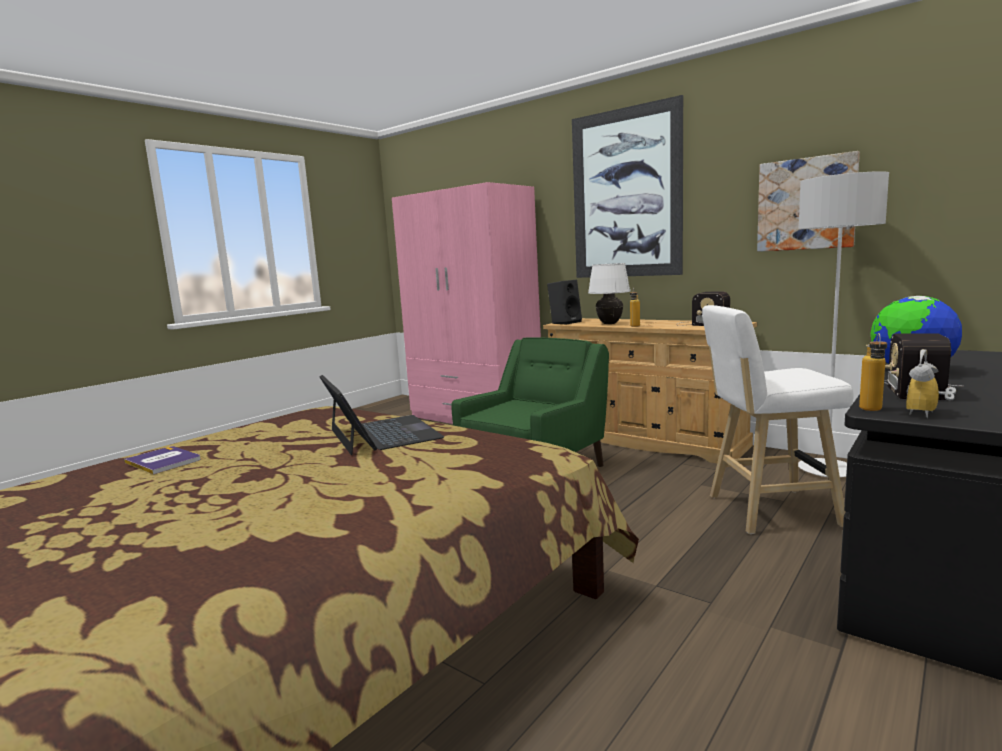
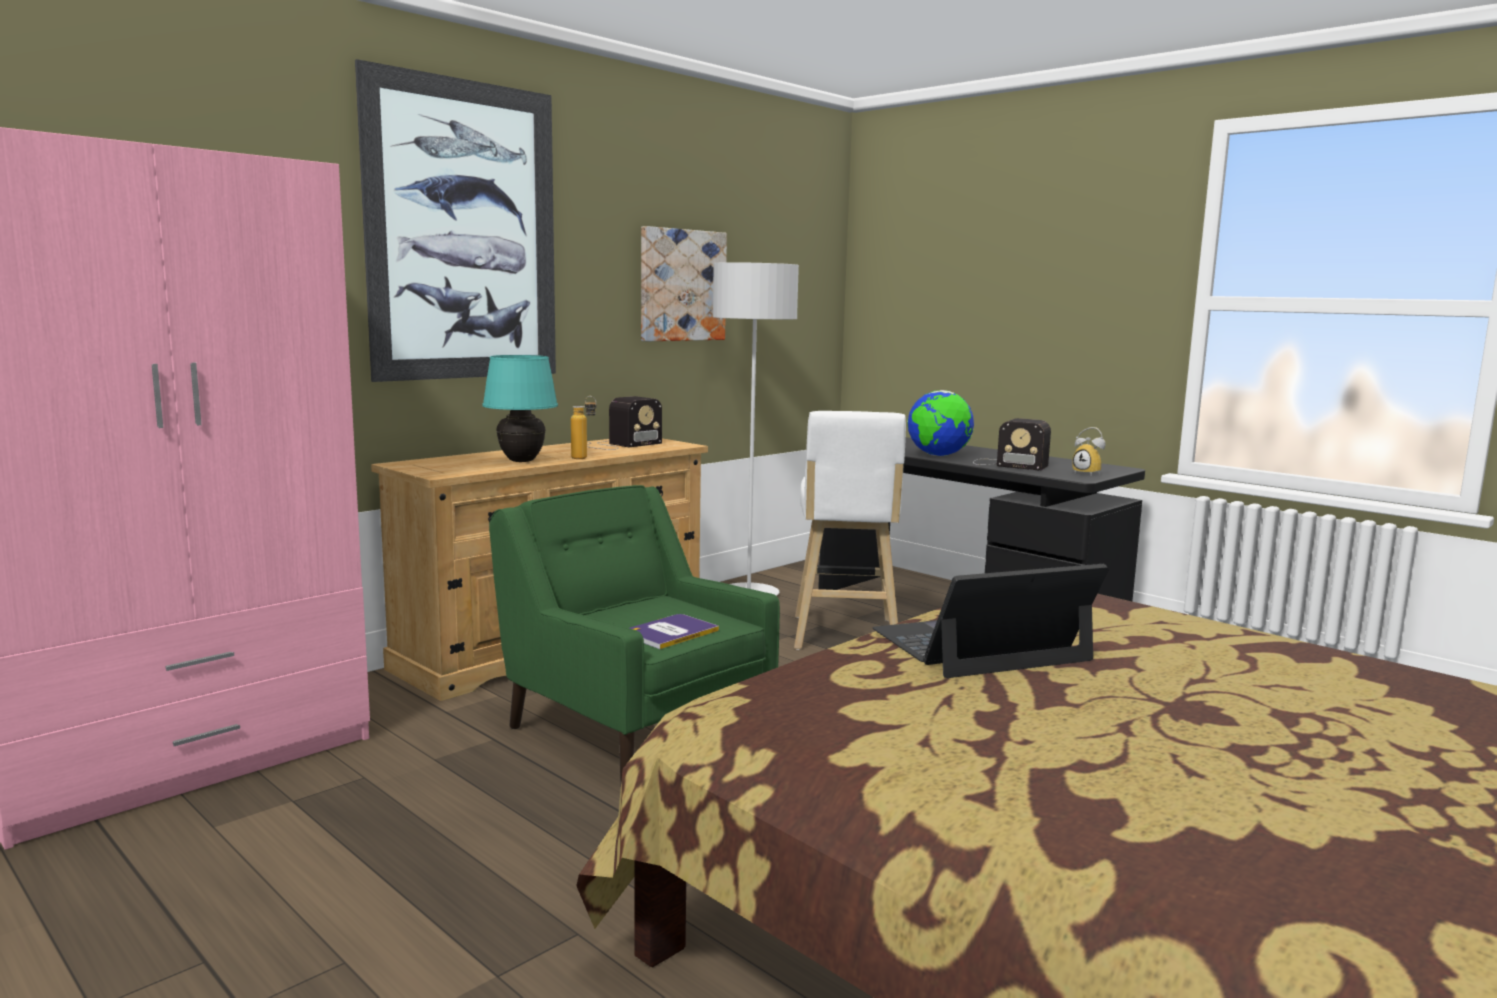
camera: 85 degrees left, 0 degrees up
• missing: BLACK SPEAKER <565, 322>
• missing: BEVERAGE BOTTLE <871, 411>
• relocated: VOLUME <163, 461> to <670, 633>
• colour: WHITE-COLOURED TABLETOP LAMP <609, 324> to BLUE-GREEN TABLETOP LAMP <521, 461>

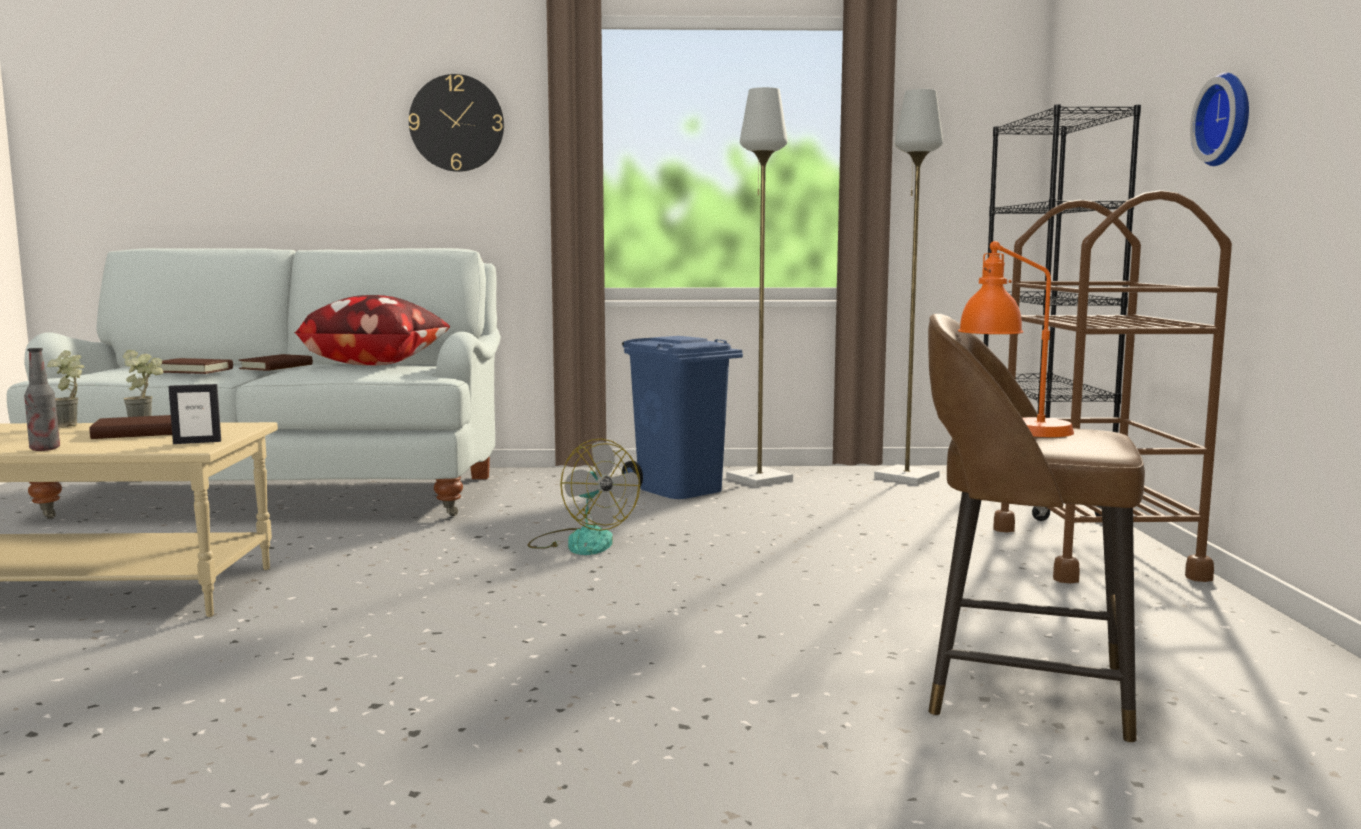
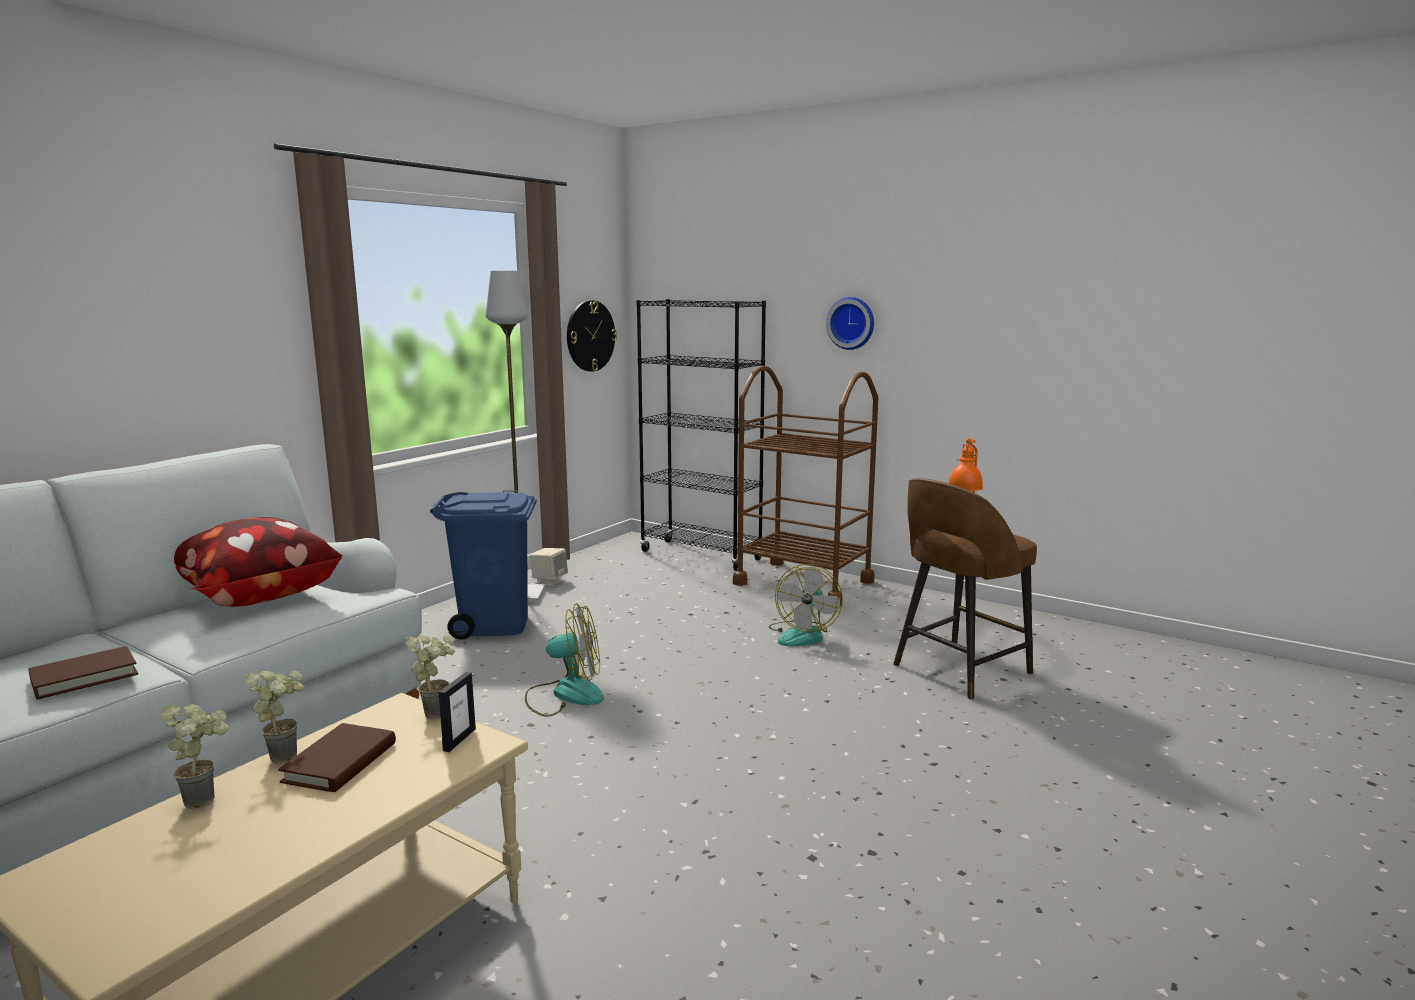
camera: 55 degrees left, 5 degrees up
• missing: BEVERAGE BOTTLE <45, 449>
• missing: BROWN VOLUME <276, 367>
• missing: GRAY FLOOR LAMP <905, 477>
• appeared: HOUSEPLANT <438, 711>
• appeared: BEIGE SPEAKER <549, 581>
• appeared: FAN <803, 634>
• relocated: WALL CLOCK <457, 123> to <590, 336>

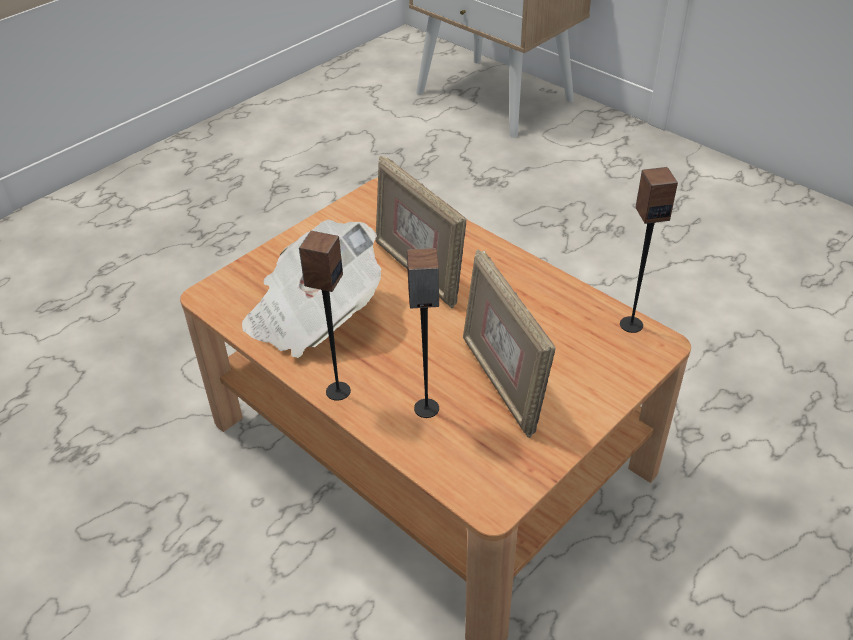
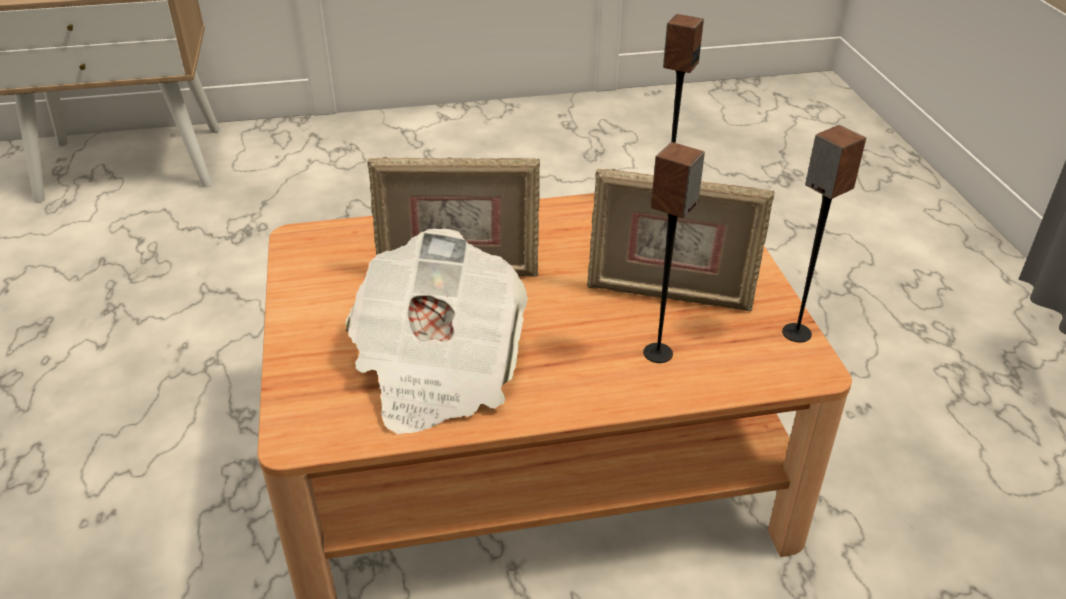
camera: 55 degrees left, 5 degrees down
• relocated: SPEAKER <337, 391> to <796, 333>

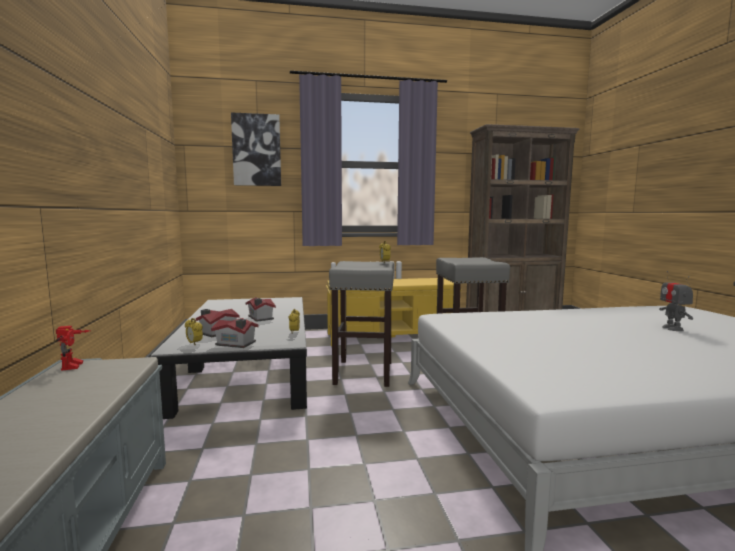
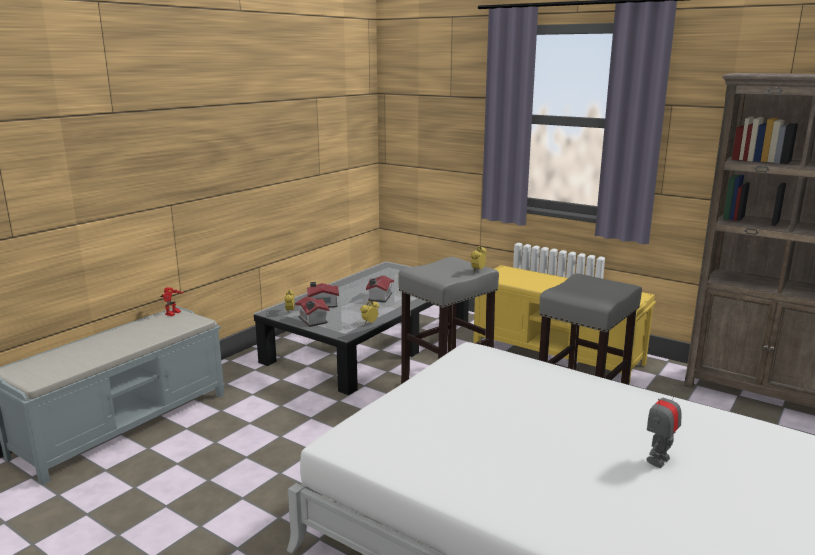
camera: 45 degrees right, 10 degrees up
• missing: WALL ART <256, 150>

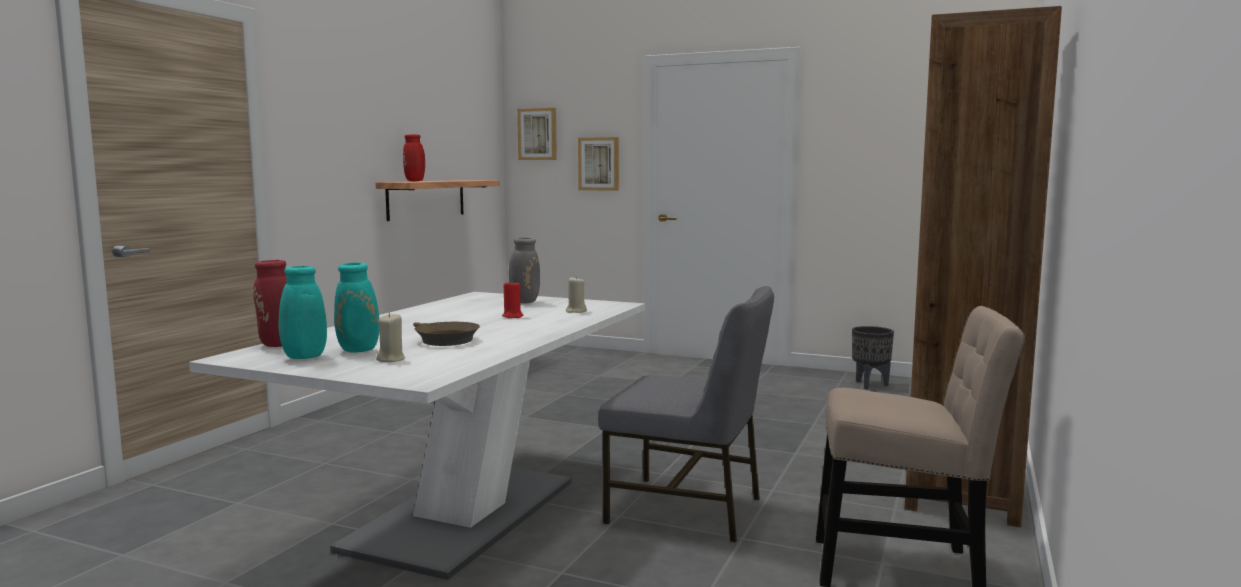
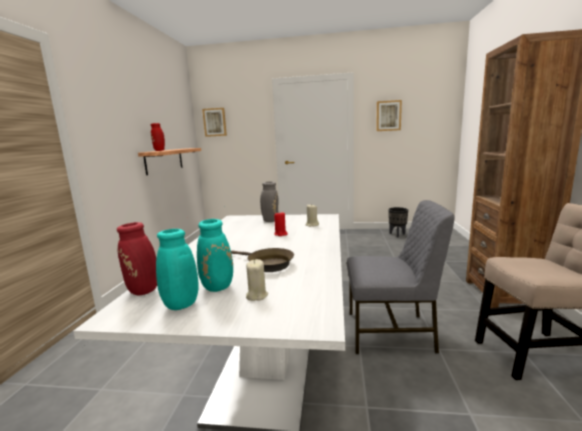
camera: 15 degrees left, 5 degrees up
• relocated: WALL ART <599, 164> to <388, 116>

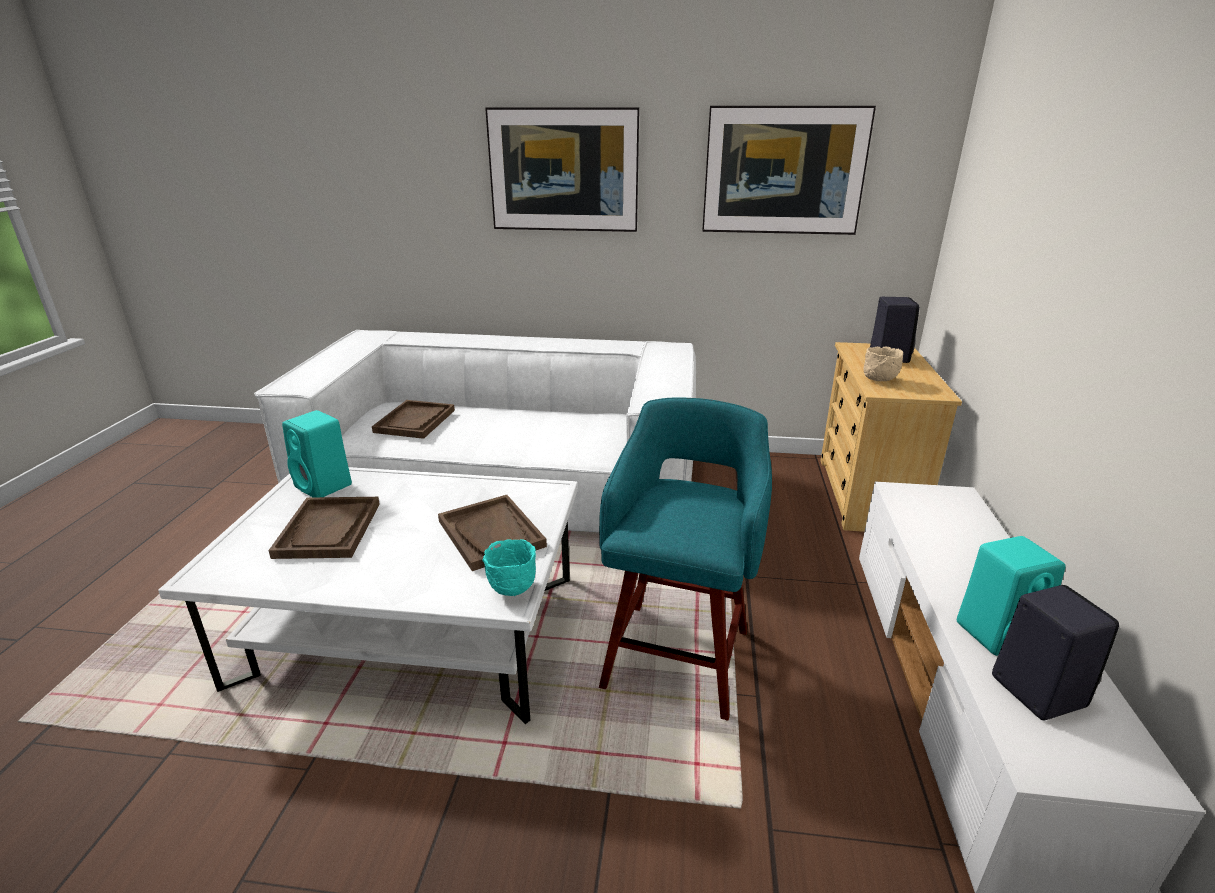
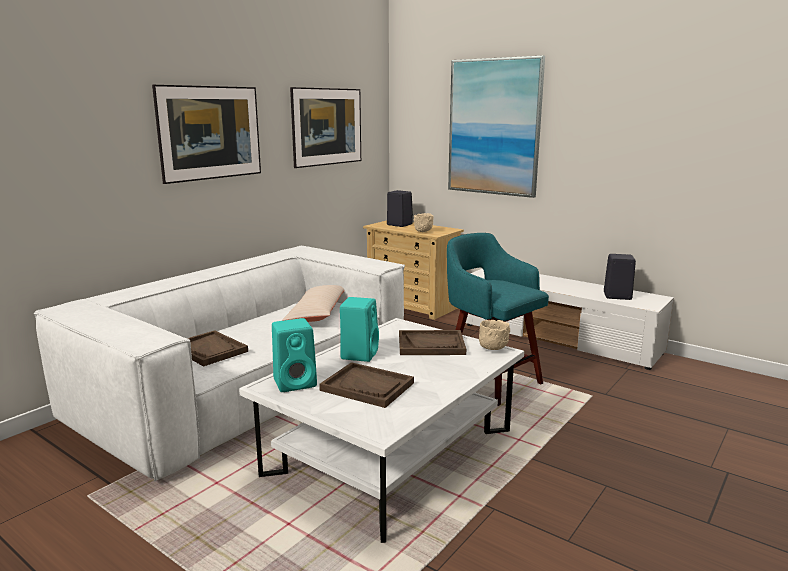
camera: 60 degrees left, 10 degrees down
• appeared: BEIGE THROW PILLOW <317, 313>
• appeared: WALL ART <494, 127>
• relocated: BLUE-GREEN SPEAKER <998, 632> to <359, 354>
• colour: BLUE-GREEN DEEP DISH <511, 589> to BEIGE DEEP DISH <492, 349>

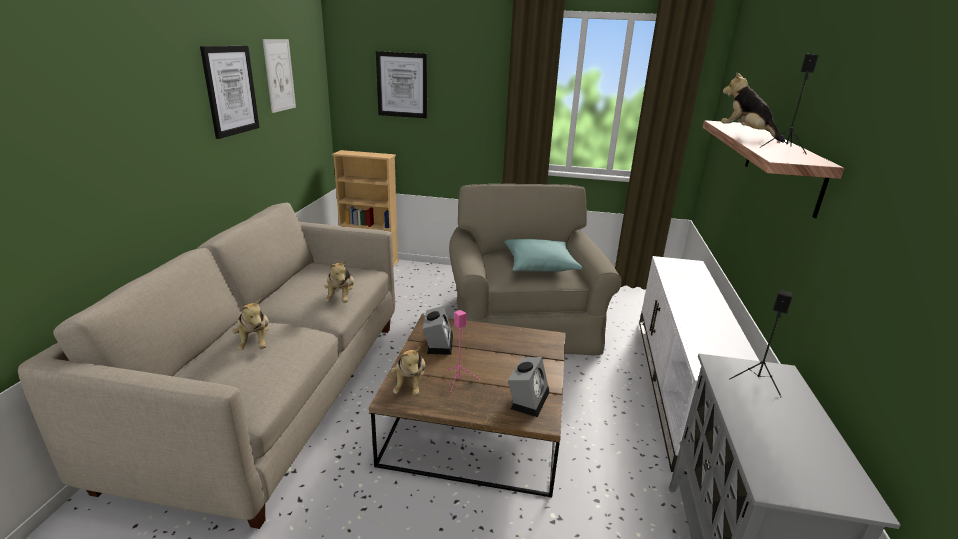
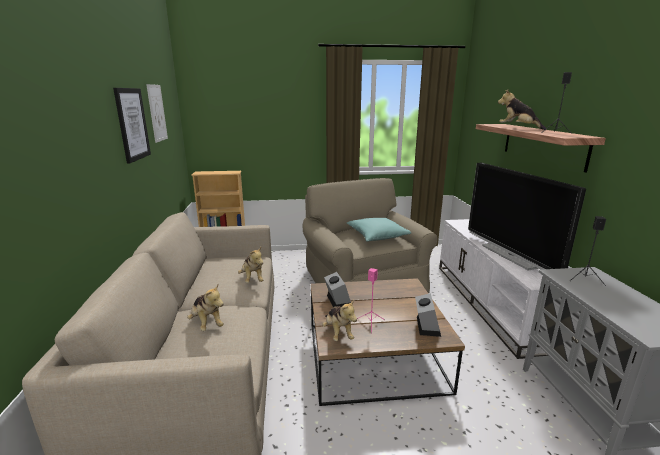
camera: 15 degrees left, 5 degrees down
• missing: WALL ART <402, 85>
• appeared: TV SET <511, 256>

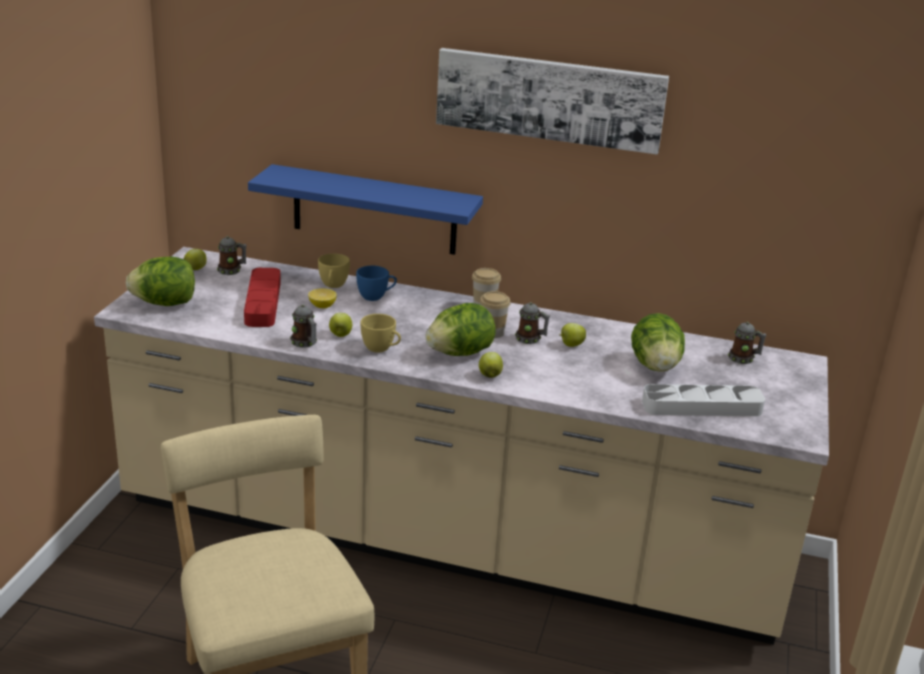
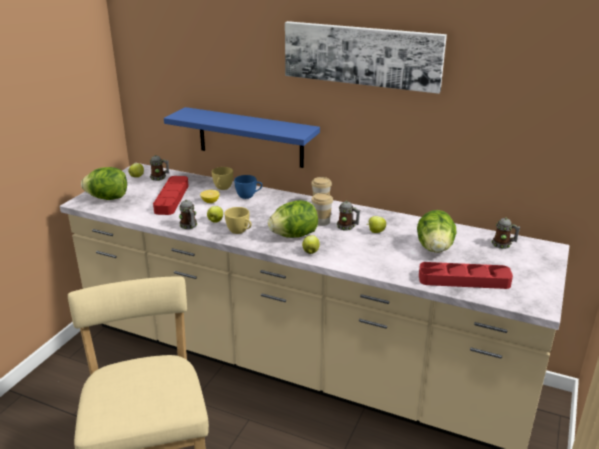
camera: 10 degrees right, 0 degrees up
• colour: WHITE-COLOURED TRAY <701, 406> to RED TRAY <464, 280>

